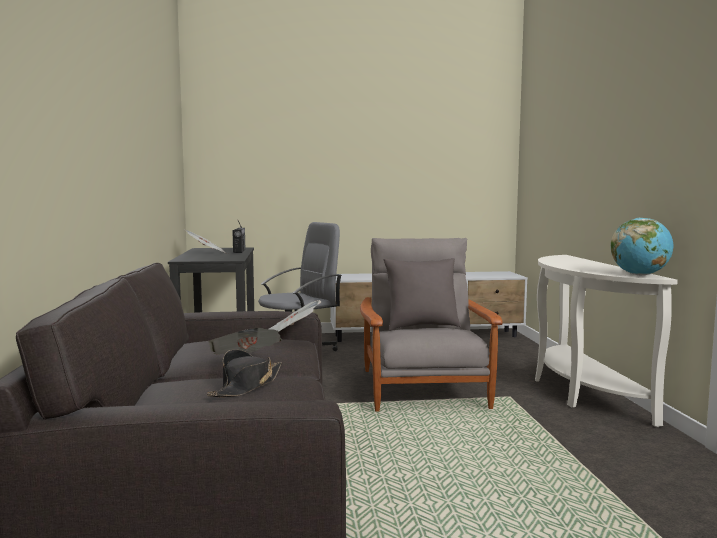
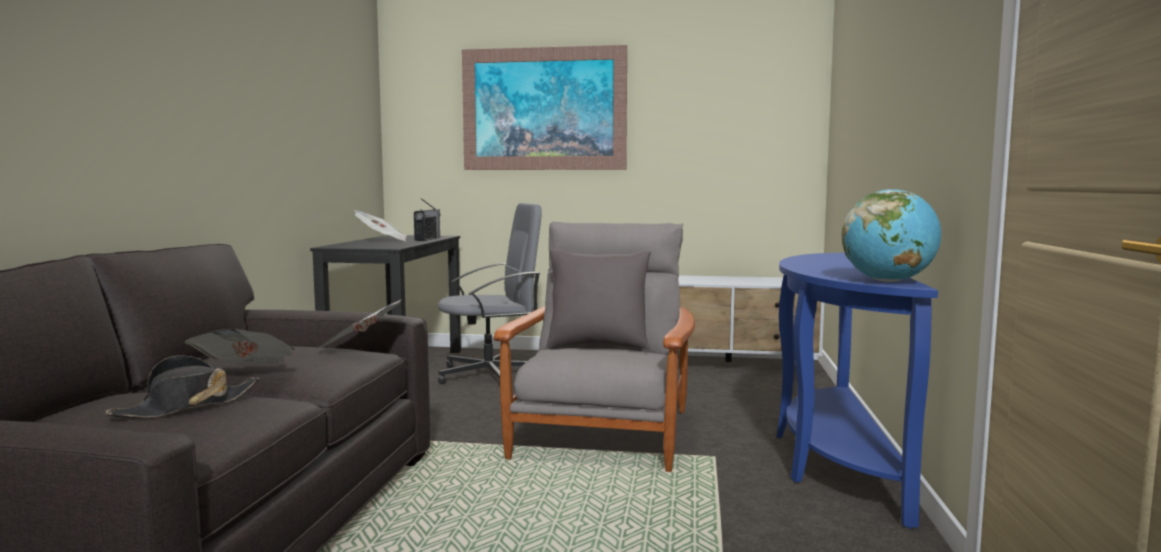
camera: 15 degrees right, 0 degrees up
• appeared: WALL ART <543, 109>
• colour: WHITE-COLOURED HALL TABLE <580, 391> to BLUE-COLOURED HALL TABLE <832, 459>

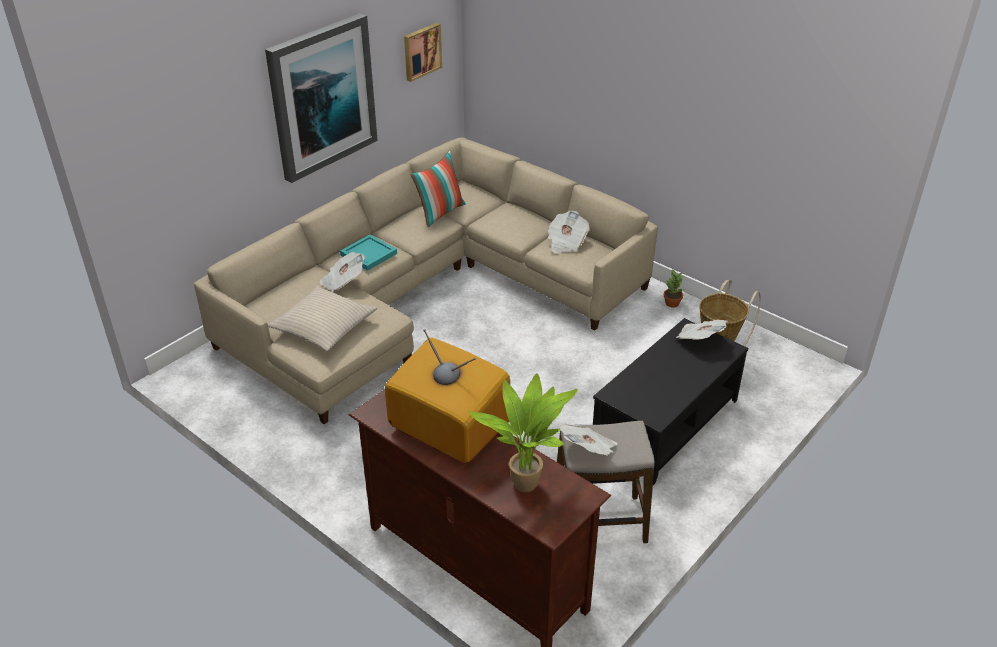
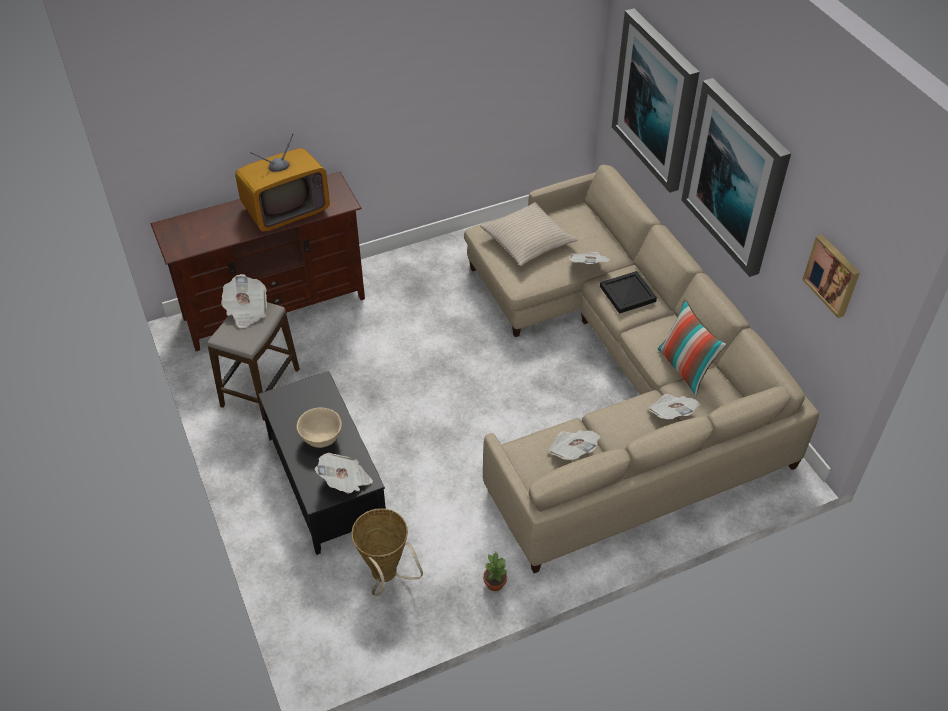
camera: 115 degrees right, 10 degrees up
• missing: HOUSEPLANT <526, 482>
• appeared: BEIGE DEEP DISH <321, 439>
• appeared: WALL ART <656, 100>
• appeared: PRINTED PAPER <671, 414>
• colour: BLUE-GREEN TRAY <367, 254> to BLACK TRAY <628, 293>

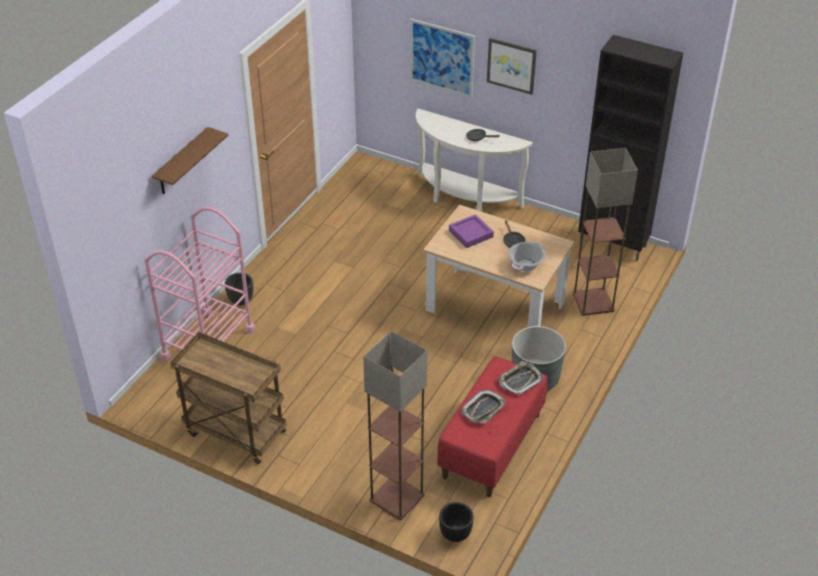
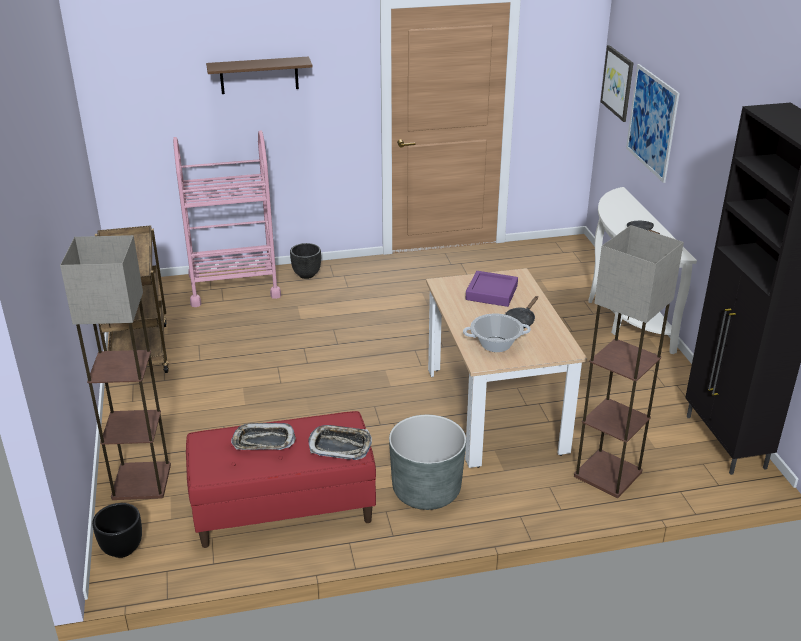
camera: 50 degrees right, 10 degrees down
• relocated: WALL ART <511, 65> to <618, 83>

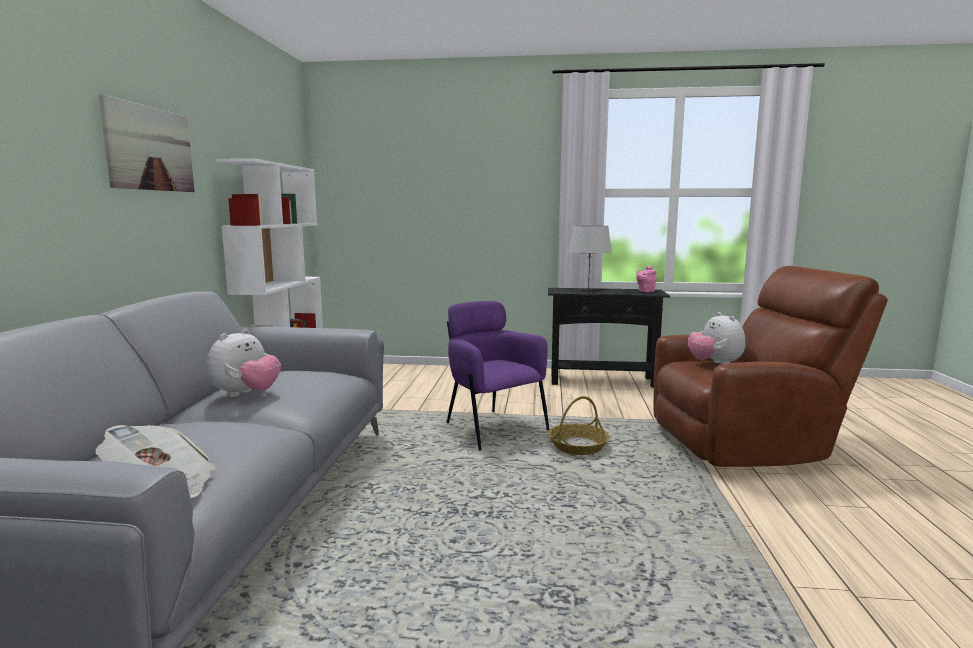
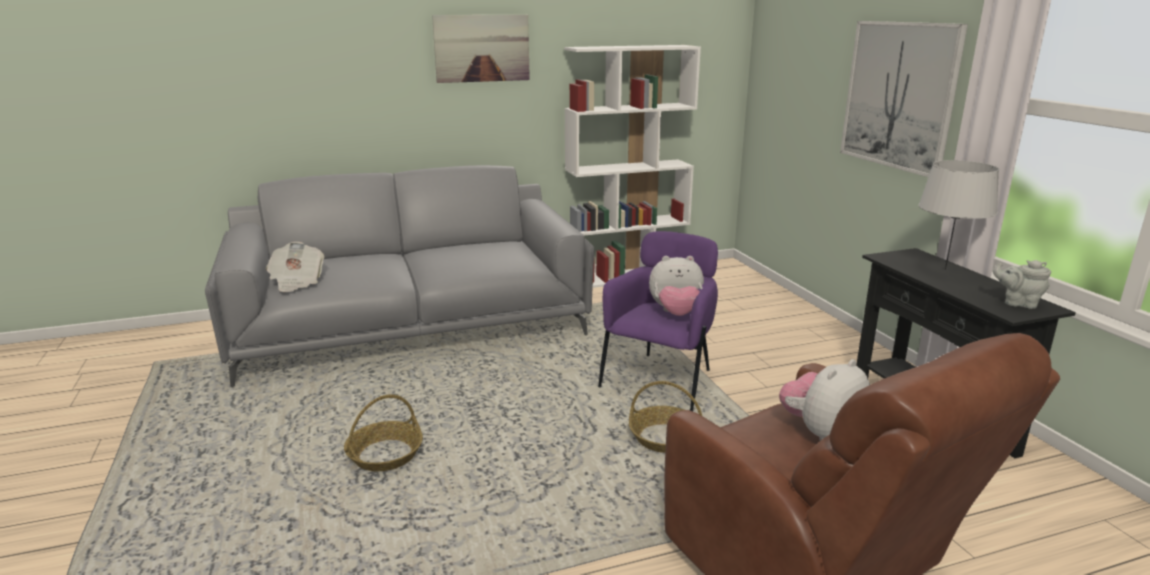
camera: 65 degrees right, 10 degrees up
• appeared: BASKET <385, 454>
• appeared: WALL ART <899, 95>
• relocated: PLUSH TOY <246, 394> to <675, 313>
• colour: PINKISH TEAPOT <645, 291> to GRAY TEAPOT <1018, 303>

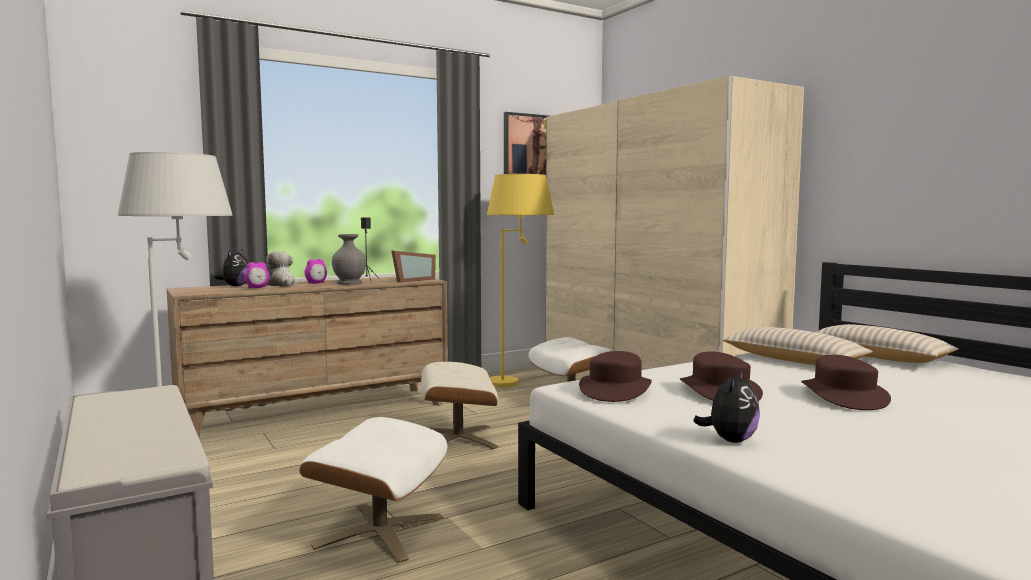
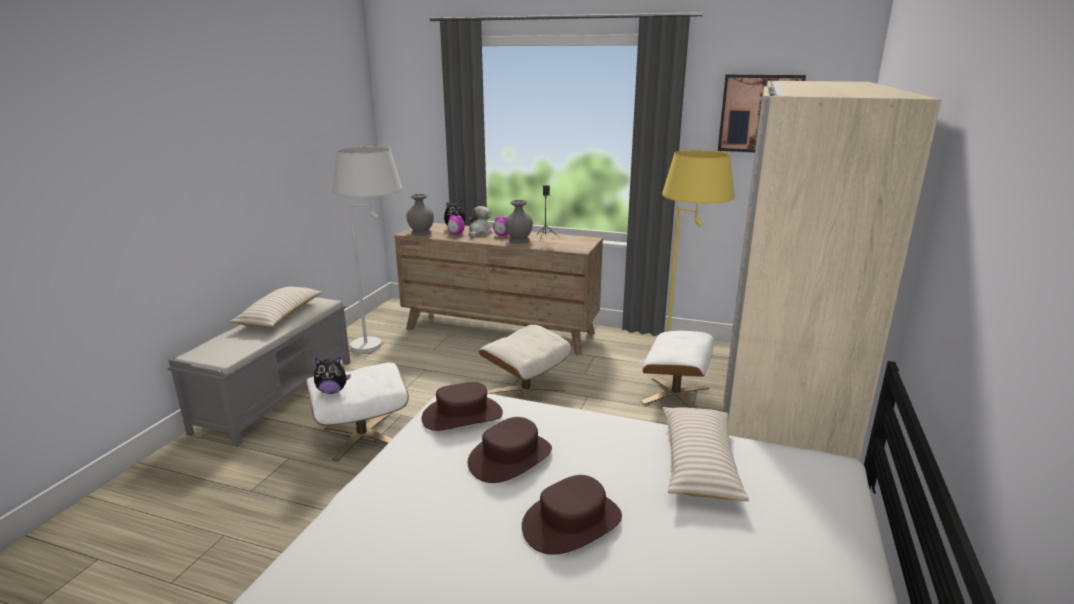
camera: 50 degrees right, 15 degrees up
• missing: STANDING FRAME <411, 280>
• appeared: GRAY VASE <420, 233>
• relocated: PLUSH TOY <730, 440> to <332, 391>
• relocated: BEIGE THROW PILLOW <877, 357> to <280, 316>

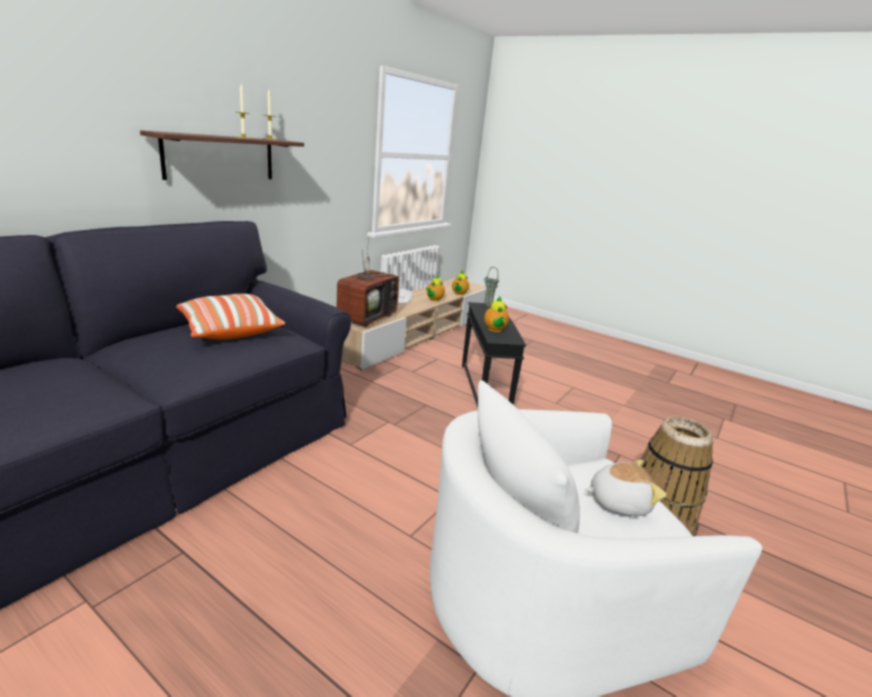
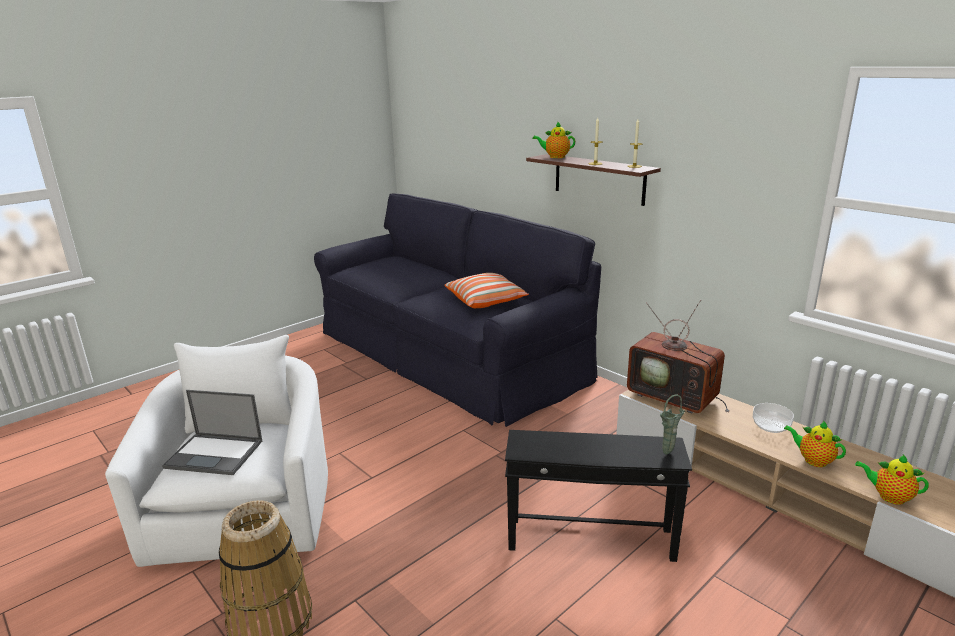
camera: 105 degrees right, 0 degrees up
• relocated: TEAPOT <495, 330> to <555, 157>
• exchanged: PLUSH TOY <618, 502> to LAPTOP <215, 454>

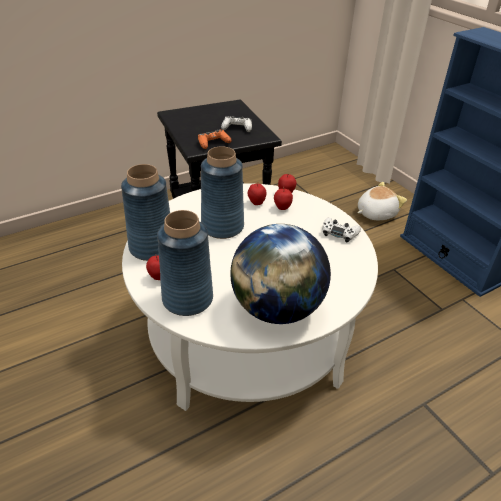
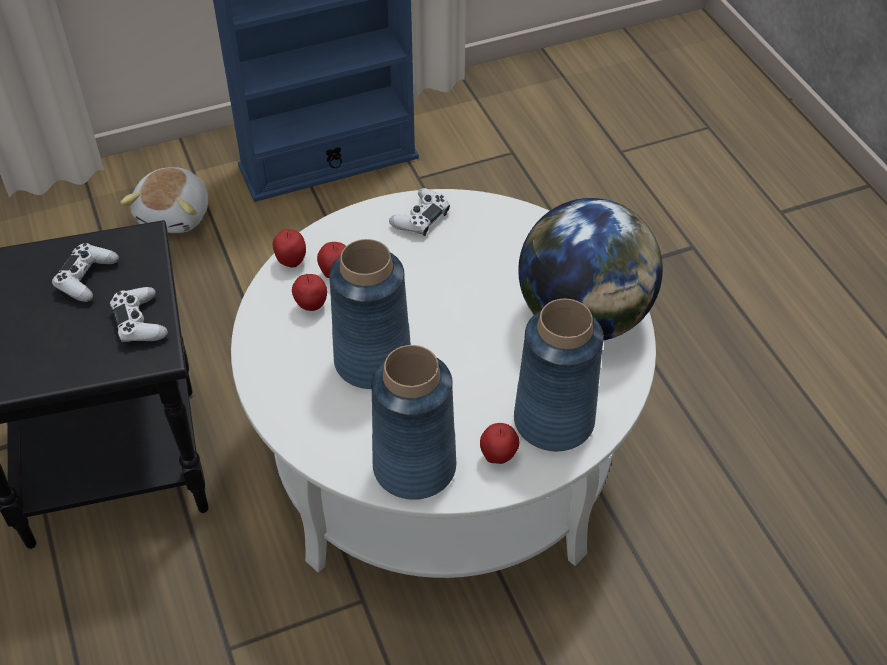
camera: 80 degrees left, 10 degrees up
• colour: ORANGE-COLOURED JOYPAD <213, 143> to WHITE-COLOURED JOYPAD <140, 322>
• spun: PLUSH TOY <375, 213> = <176, 215> 150 degrees counterclockwise

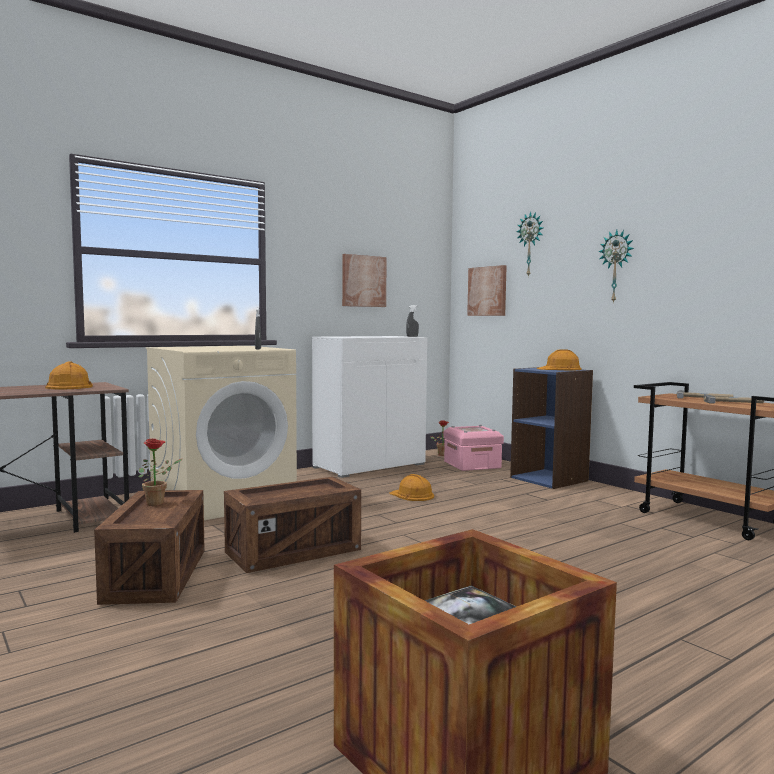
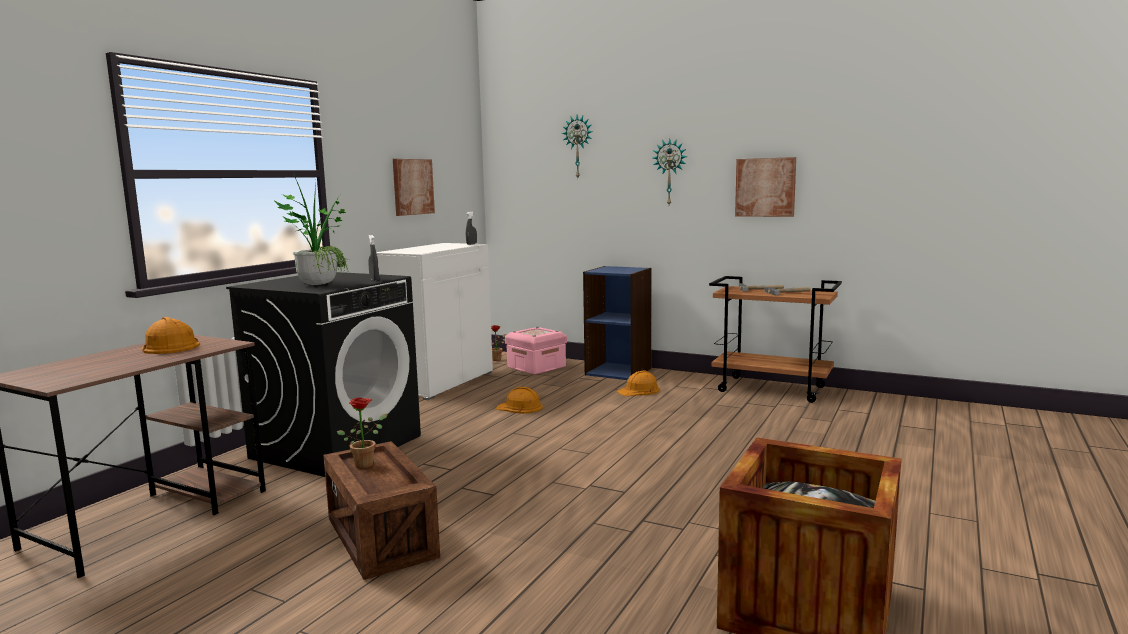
camera: 25 degrees left, 5 degrees up
• missing: PACKING CRATE <293, 552>
• appeared: HOUSEPLANT <319, 283>
• relocated: WALL ART <487, 291> to <765, 187>
• relocated: ORANGE-COLOURED HARD HAT <559, 369> to <639, 390>
• colour: BEIGE WASHING MACHINE <223, 500> to BLACK WASHING MACHINE <337, 446>

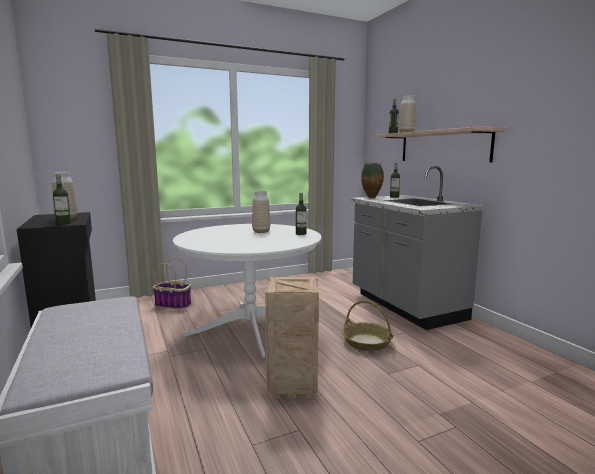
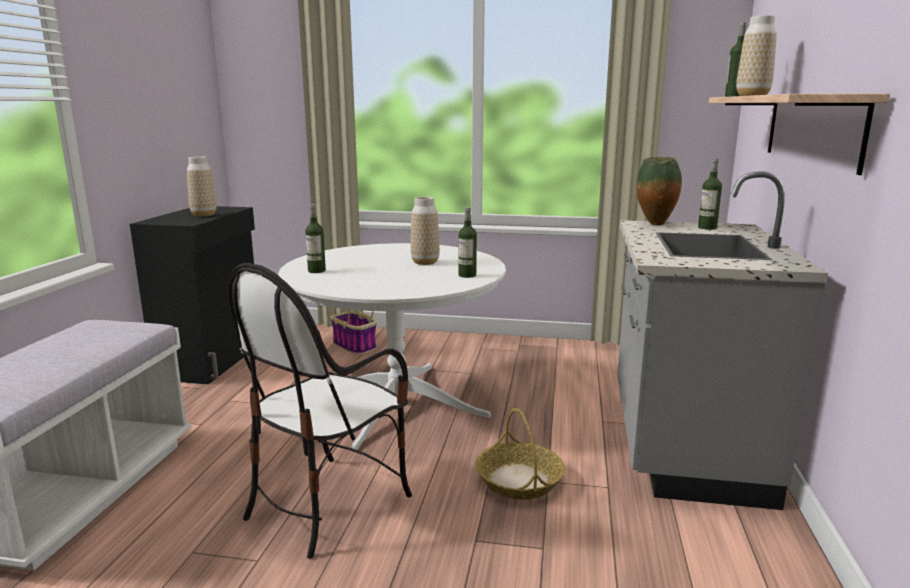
camera: 35 degrees right, 5 degrees up
• relocated: BEVERAGE BOTTLE <63, 223> to <316, 271>
• exchanged: PACKING CRATE <291, 387> to CHAIR <327, 503>

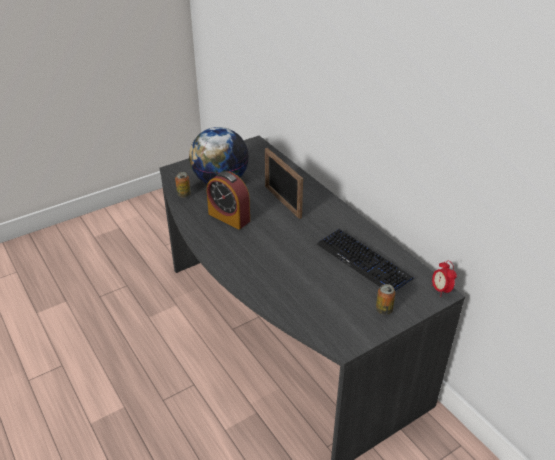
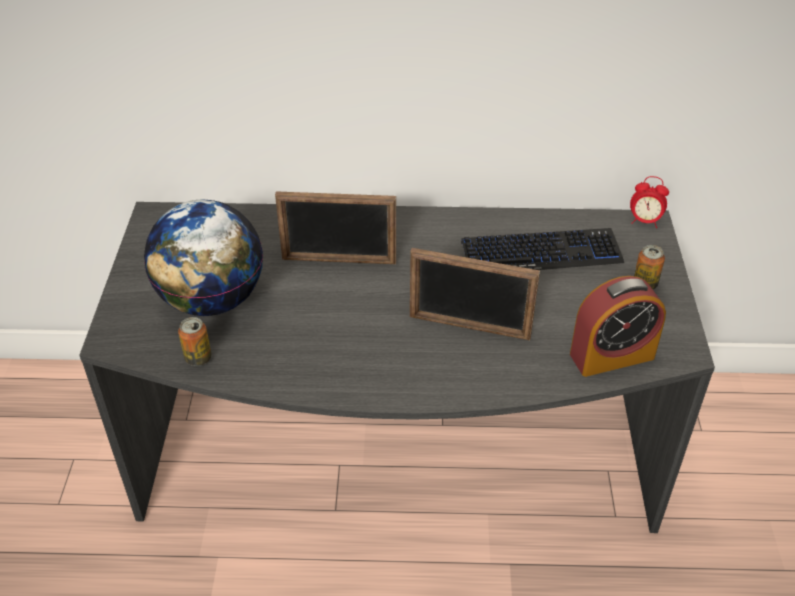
camera: 55 degrees left, 5 degrees up
• appeared: STANDING FRAME <469, 327>
• relocated: TABLE CLOCK <229, 217> to <612, 356>

